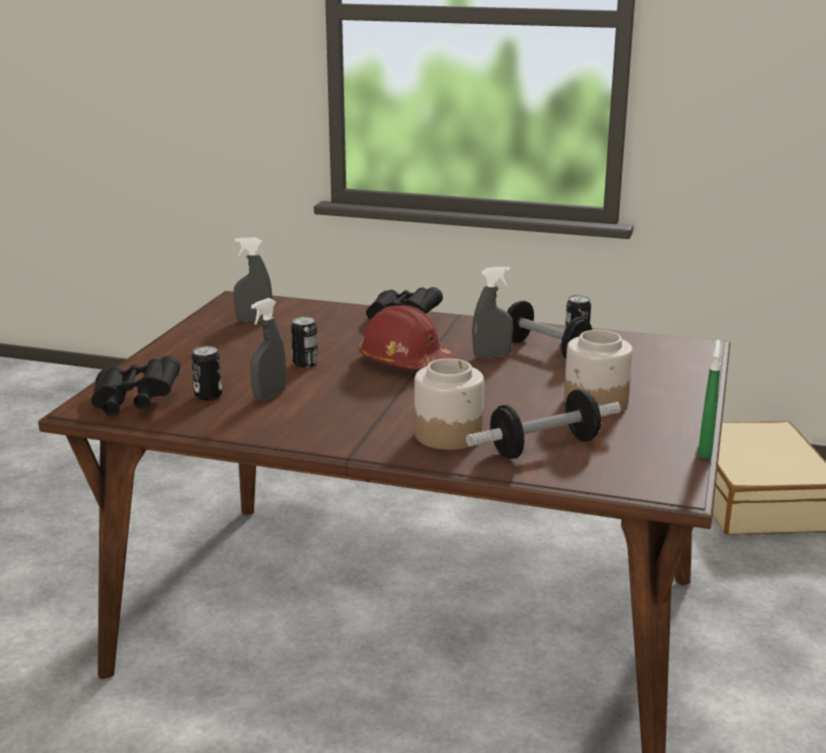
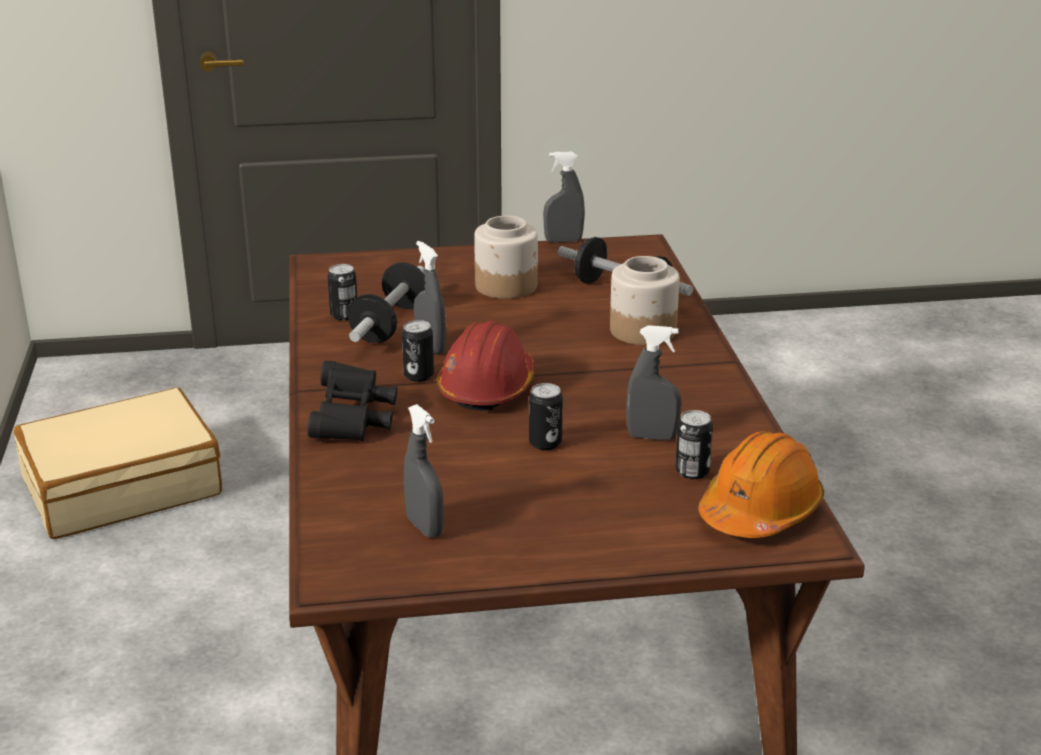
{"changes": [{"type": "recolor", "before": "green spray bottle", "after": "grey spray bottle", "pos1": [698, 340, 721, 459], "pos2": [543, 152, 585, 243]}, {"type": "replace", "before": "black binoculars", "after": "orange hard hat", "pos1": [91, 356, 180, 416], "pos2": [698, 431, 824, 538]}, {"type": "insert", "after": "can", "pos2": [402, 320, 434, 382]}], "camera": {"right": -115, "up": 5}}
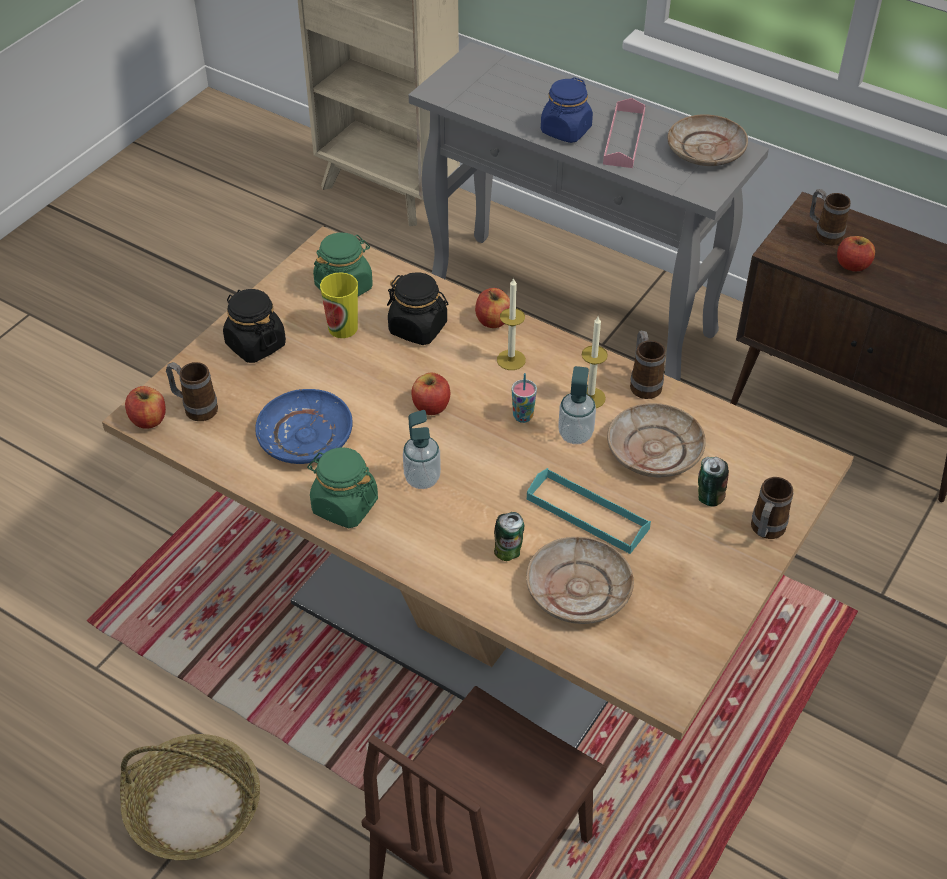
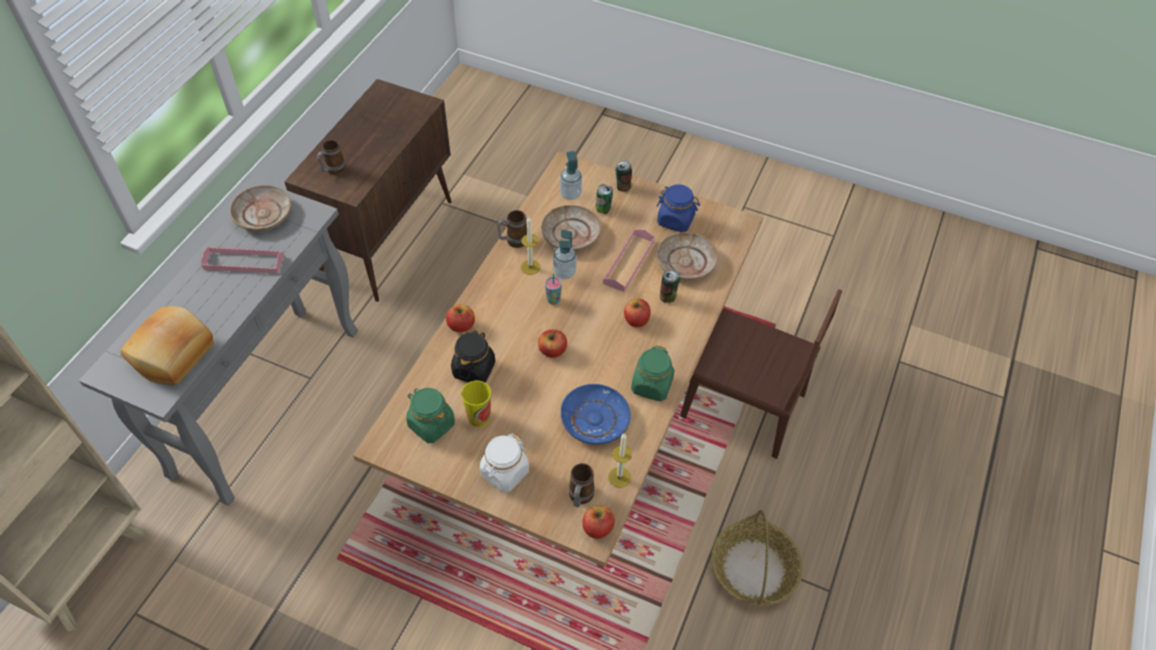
{"changes": [{"type": "move", "before": "blue jar", "pos1": [541, 77, 593, 143], "pos2": [657, 184, 700, 232]}, {"type": "move", "before": "apple", "pos1": [837, 236, 875, 271], "pos2": [624, 298, 651, 327]}, {"type": "move", "before": "candle", "pos1": [497, 277, 526, 370], "pos2": [608, 433, 632, 488]}, {"type": "recolor", "before": "black jar", "after": "white jar", "pos1": [223, 289, 286, 363], "pos2": [480, 434, 529, 492]}, {"type": "move", "before": "soap dispenser", "pos1": [403, 410, 441, 489], "pos2": [560, 151, 582, 200]}, {"type": "recolor", "before": "turquoise tray", "after": "pink tray", "pos1": [527, 468, 651, 554], "pos2": [603, 229, 655, 292]}, {"type": "replace", "before": "mug", "after": "can", "pos1": [751, 477, 793, 539], "pos2": [616, 160, 632, 192]}, {"type": "insert", "after": "bread", "pos2": [121, 306, 214, 385]}], "camera": {"right": -100, "up": 5}}
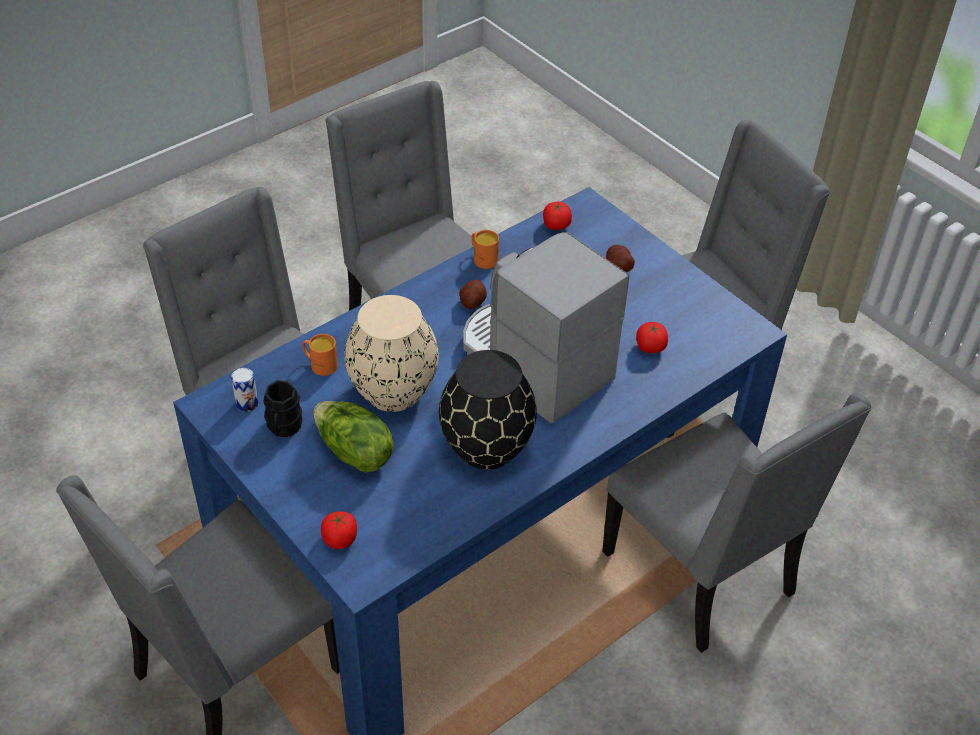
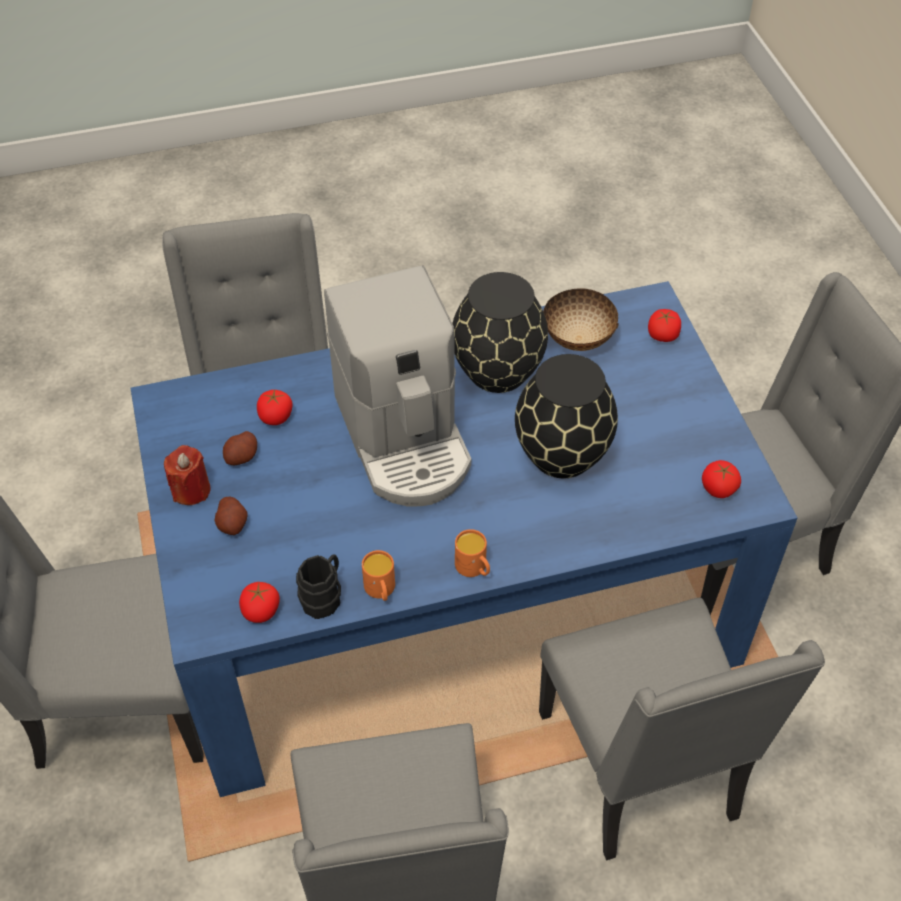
{"changes": [{"type": "move", "before": "potato", "pos1": [459, 280, 487, 309], "pos2": [223, 431, 257, 465]}, {"type": "recolor", "before": "beige vase", "after": "black vase", "pos1": [344, 295, 439, 412], "pos2": [515, 354, 618, 478]}, {"type": "move", "before": "orange mug", "pos1": [302, 334, 338, 376], "pos2": [455, 529, 490, 577]}, {"type": "replace", "before": "can", "after": "tomato", "pos1": [231, 368, 259, 412], "pos2": [702, 460, 741, 498]}, {"type": "move", "before": "black mug", "pos1": [263, 380, 302, 437], "pos2": [296, 554, 341, 619]}, {"type": "delete", "before": "lettuce", "pos1": [314, 401, 394, 473]}, {"type": "insert", "after": "bowl", "pos2": [544, 289, 619, 351]}, {"type": "insert", "after": "red candle", "pos2": [164, 445, 211, 505]}], "camera": {"right": -155, "up": 5}}
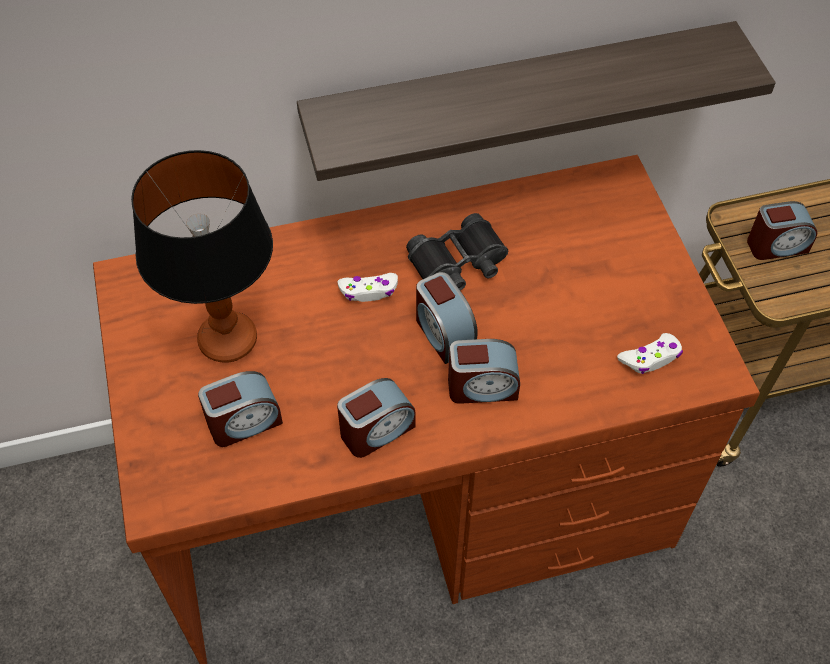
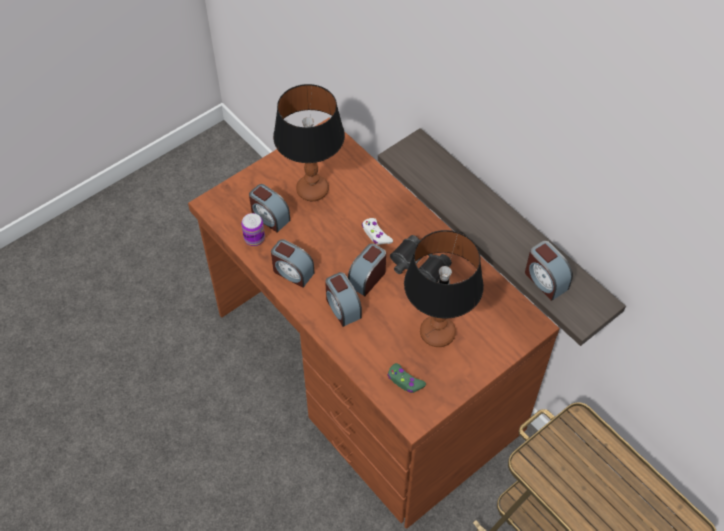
{"changes": [{"type": "move", "before": "alarm clock", "pos1": [747, 201, 817, 260], "pos2": [525, 241, 573, 301]}, {"type": "recolor", "before": "white game controller", "after": "green game controller", "pos1": [617, 333, 683, 374], "pos2": [387, 363, 426, 393]}, {"type": "insert", "after": "can", "pos2": [241, 213, 265, 246]}, {"type": "insert", "after": "table lamp", "pos2": [404, 230, 484, 347]}], "camera": {"right": 65, "up": 0}}
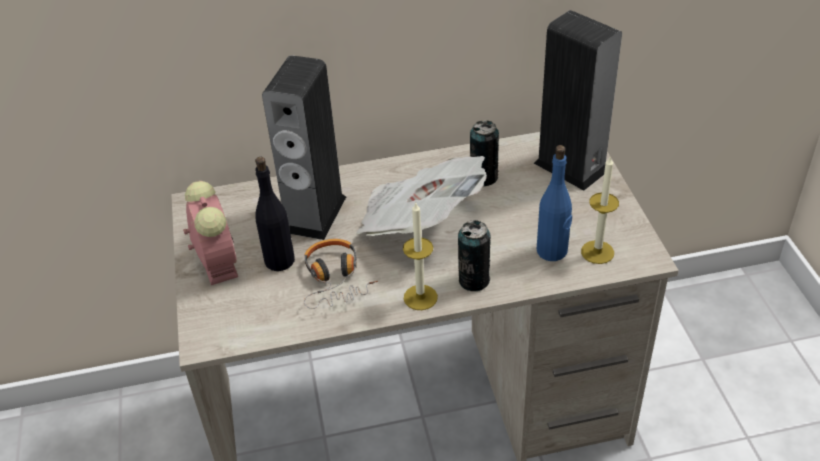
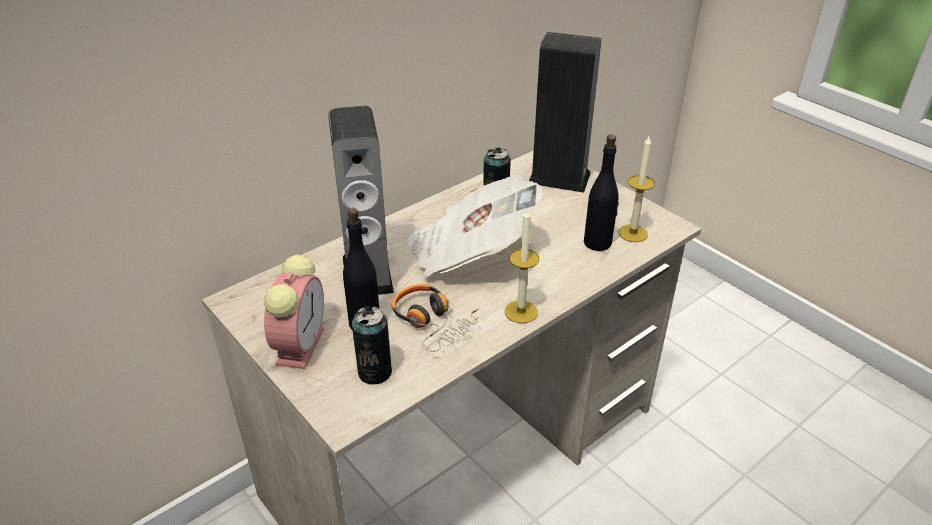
{"changes": [{"type": "recolor", "before": "blue bottle", "after": "black bottle", "pos1": [537, 145, 572, 261], "pos2": [584, 134, 619, 251]}, {"type": "rotate", "before": "alarm clock", "pos1": [183, 181, 238, 285], "pos2": [264, 255, 324, 369], "turn": 60}, {"type": "move", "before": "can", "pos1": [458, 220, 491, 291], "pos2": [352, 306, 392, 385]}], "camera": {"right": -30, "up": -5}}
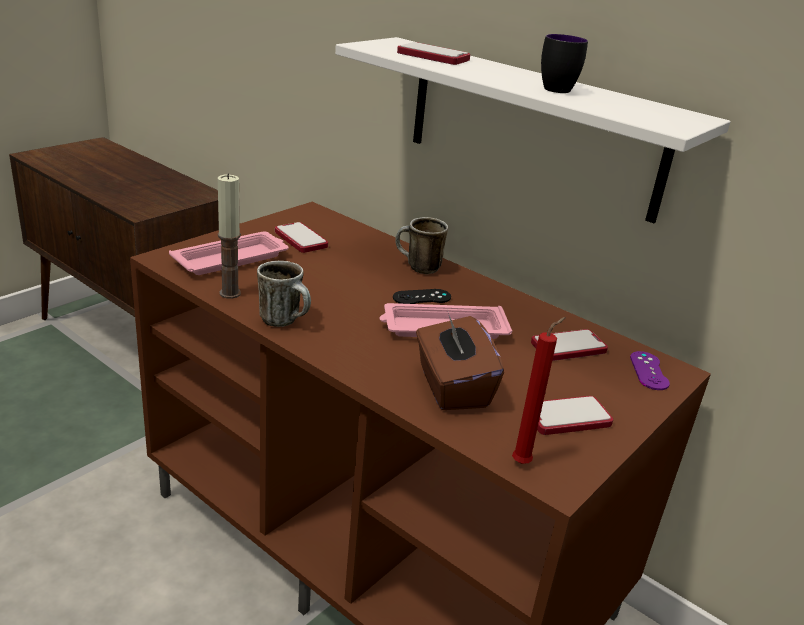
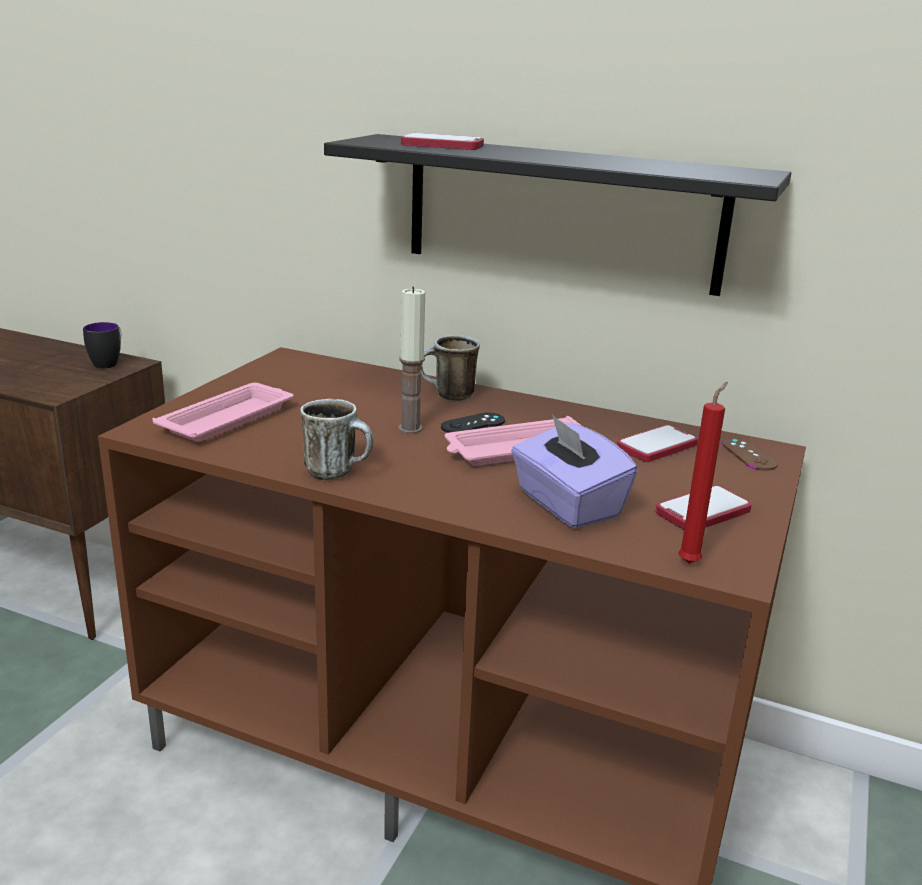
{"changes": [{"type": "move", "before": "mug", "pos1": [541, 34, 588, 93], "pos2": [83, 322, 121, 369]}, {"type": "recolor", "before": "white shelf", "after": "black shelf", "pos1": [335, 37, 730, 223], "pos2": [324, 134, 791, 296]}, {"type": "move", "before": "candle", "pos1": [218, 174, 241, 299], "pos2": [399, 287, 425, 434]}, {"type": "delete", "before": "phone", "pos1": [275, 222, 328, 253]}, {"type": "recolor", "before": "brown tissue box", "after": "purple tissue box", "pos1": [416, 309, 504, 410], "pos2": [511, 414, 638, 529]}, {"type": "recolor", "before": "purple game controller", "after": "brown game controller", "pos1": [630, 351, 670, 390], "pos2": [722, 437, 778, 471]}], "camera": {"right": -15, "up": -5}}
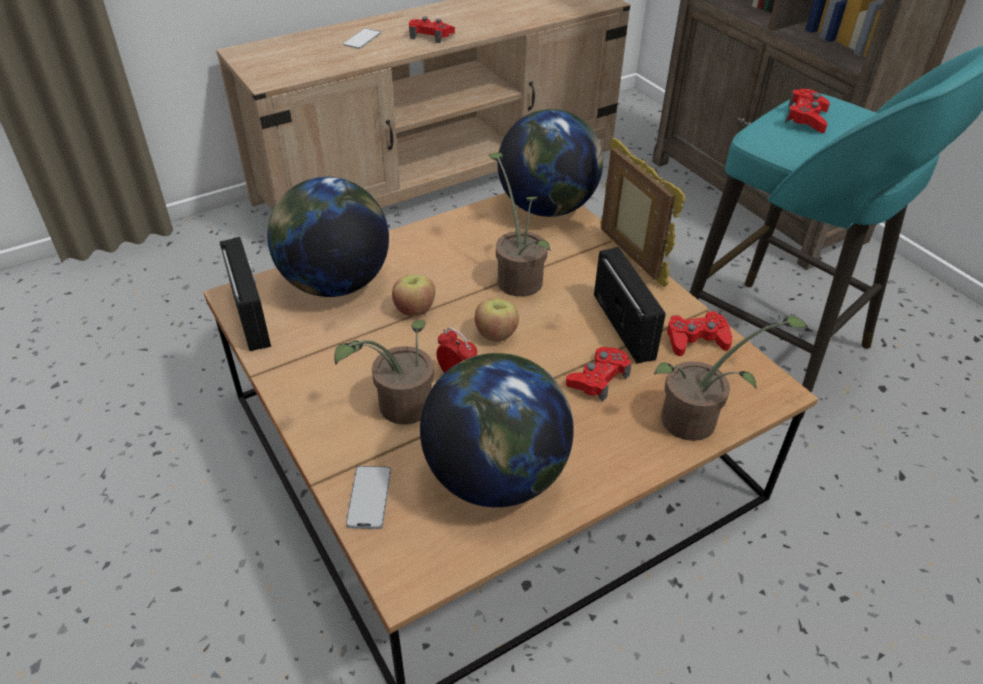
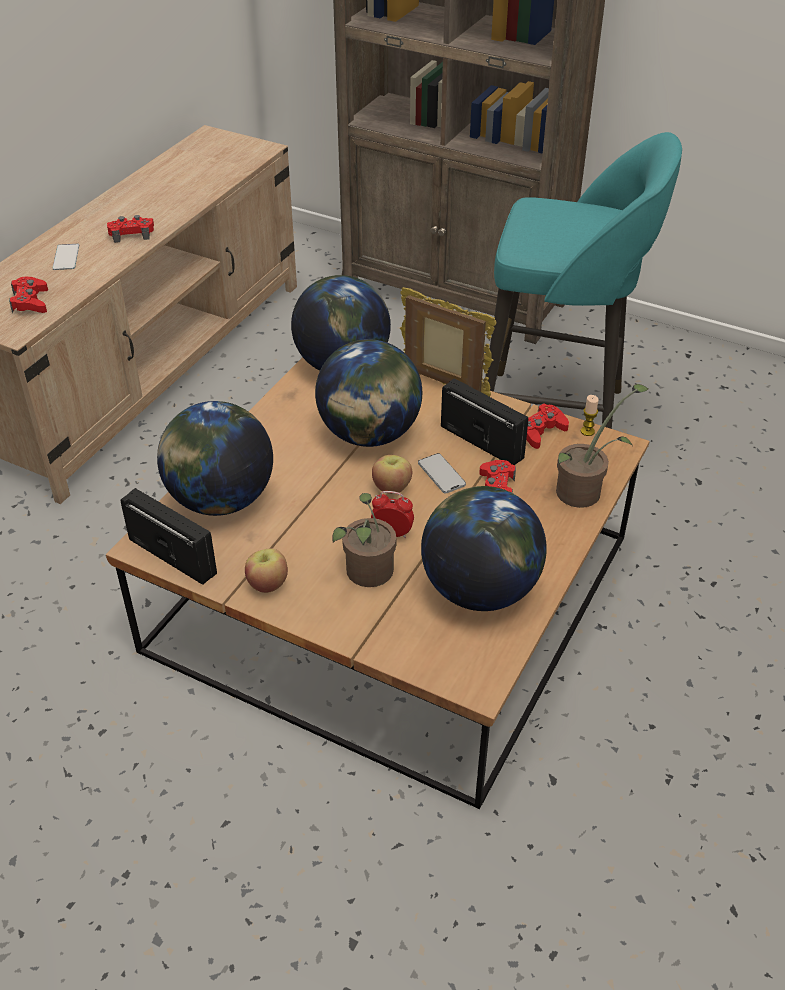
{"changes": [{"type": "move", "before": "red game controller", "pos1": [785, 89, 830, 133], "pos2": [9, 276, 48, 313]}, {"type": "replace", "before": "potted plant", "after": "globe", "pos1": [489, 152, 551, 297], "pos2": [315, 339, 422, 447]}, {"type": "move", "before": "apple", "pos1": [392, 275, 435, 317], "pos2": [245, 548, 288, 593]}, {"type": "move", "before": "phone", "pos1": [346, 466, 391, 529], "pos2": [418, 453, 466, 494]}, {"type": "insert", "after": "candle", "pos2": [581, 395, 599, 436]}], "camera": {"right": -30, "up": 0}}
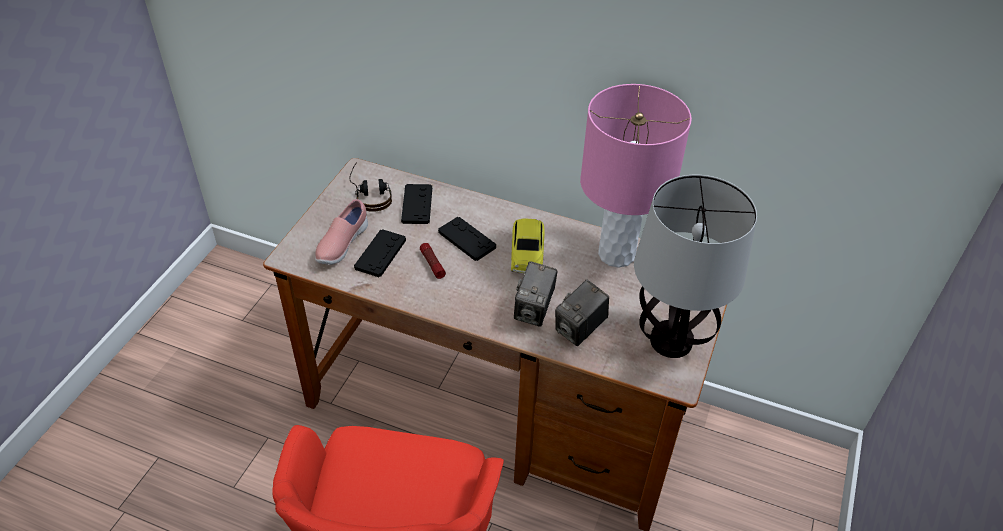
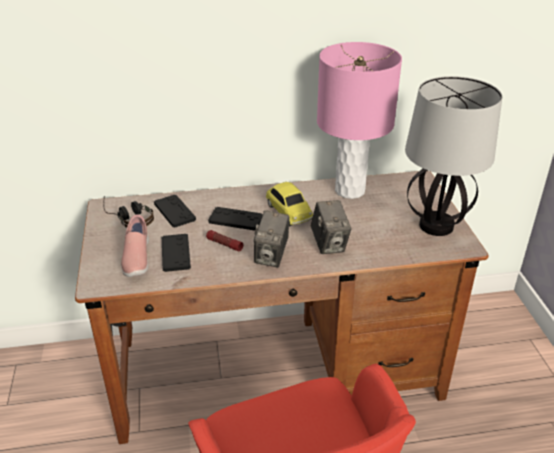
{"changes": [{"type": "move", "before": "photo camera", "pos1": [555, 280, 609, 346], "pos2": [254, 210, 289, 267]}], "camera": {"right": -30, "up": -10}}
